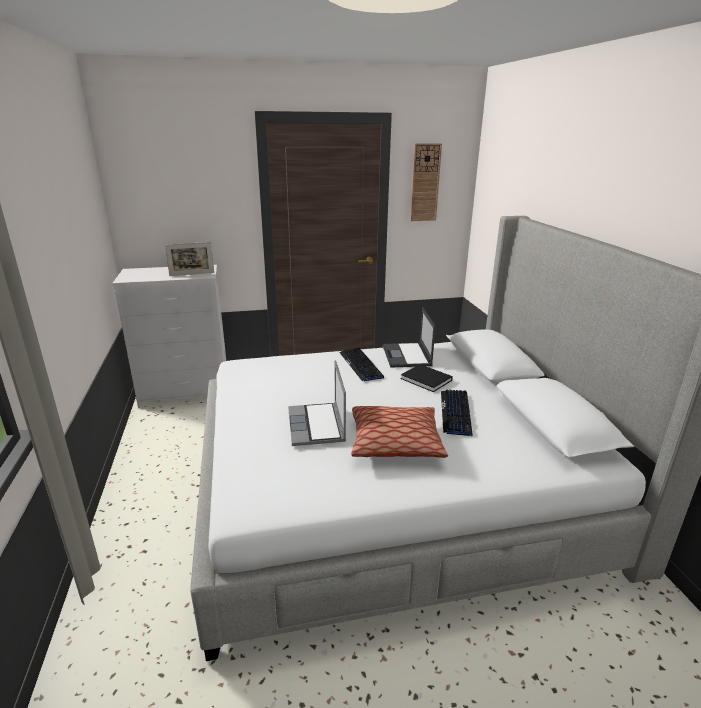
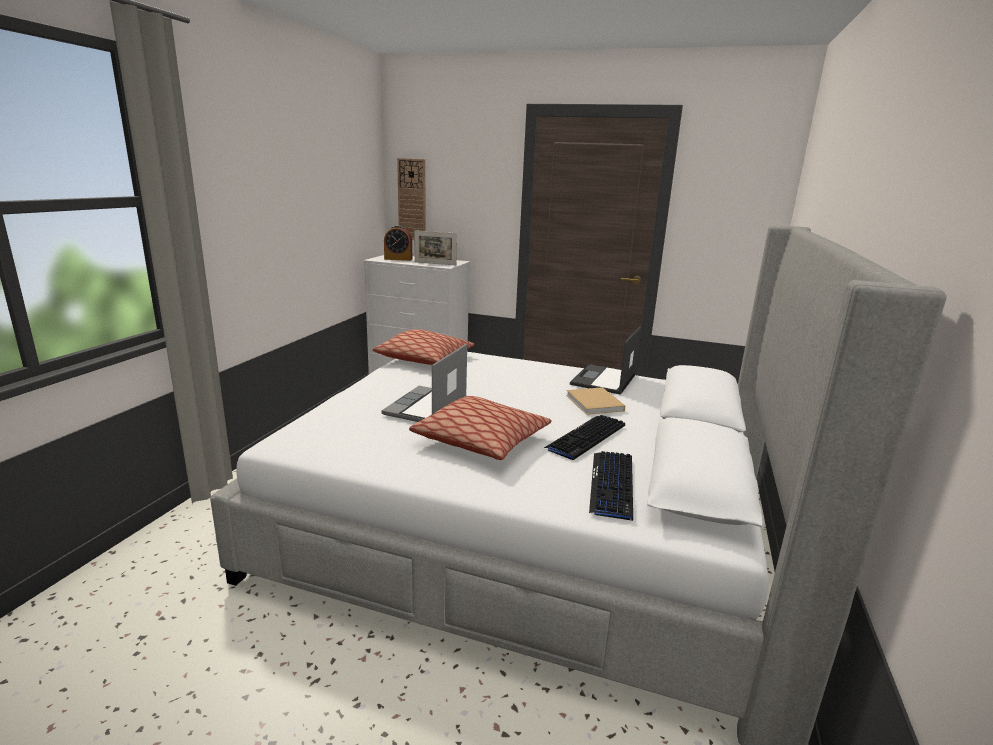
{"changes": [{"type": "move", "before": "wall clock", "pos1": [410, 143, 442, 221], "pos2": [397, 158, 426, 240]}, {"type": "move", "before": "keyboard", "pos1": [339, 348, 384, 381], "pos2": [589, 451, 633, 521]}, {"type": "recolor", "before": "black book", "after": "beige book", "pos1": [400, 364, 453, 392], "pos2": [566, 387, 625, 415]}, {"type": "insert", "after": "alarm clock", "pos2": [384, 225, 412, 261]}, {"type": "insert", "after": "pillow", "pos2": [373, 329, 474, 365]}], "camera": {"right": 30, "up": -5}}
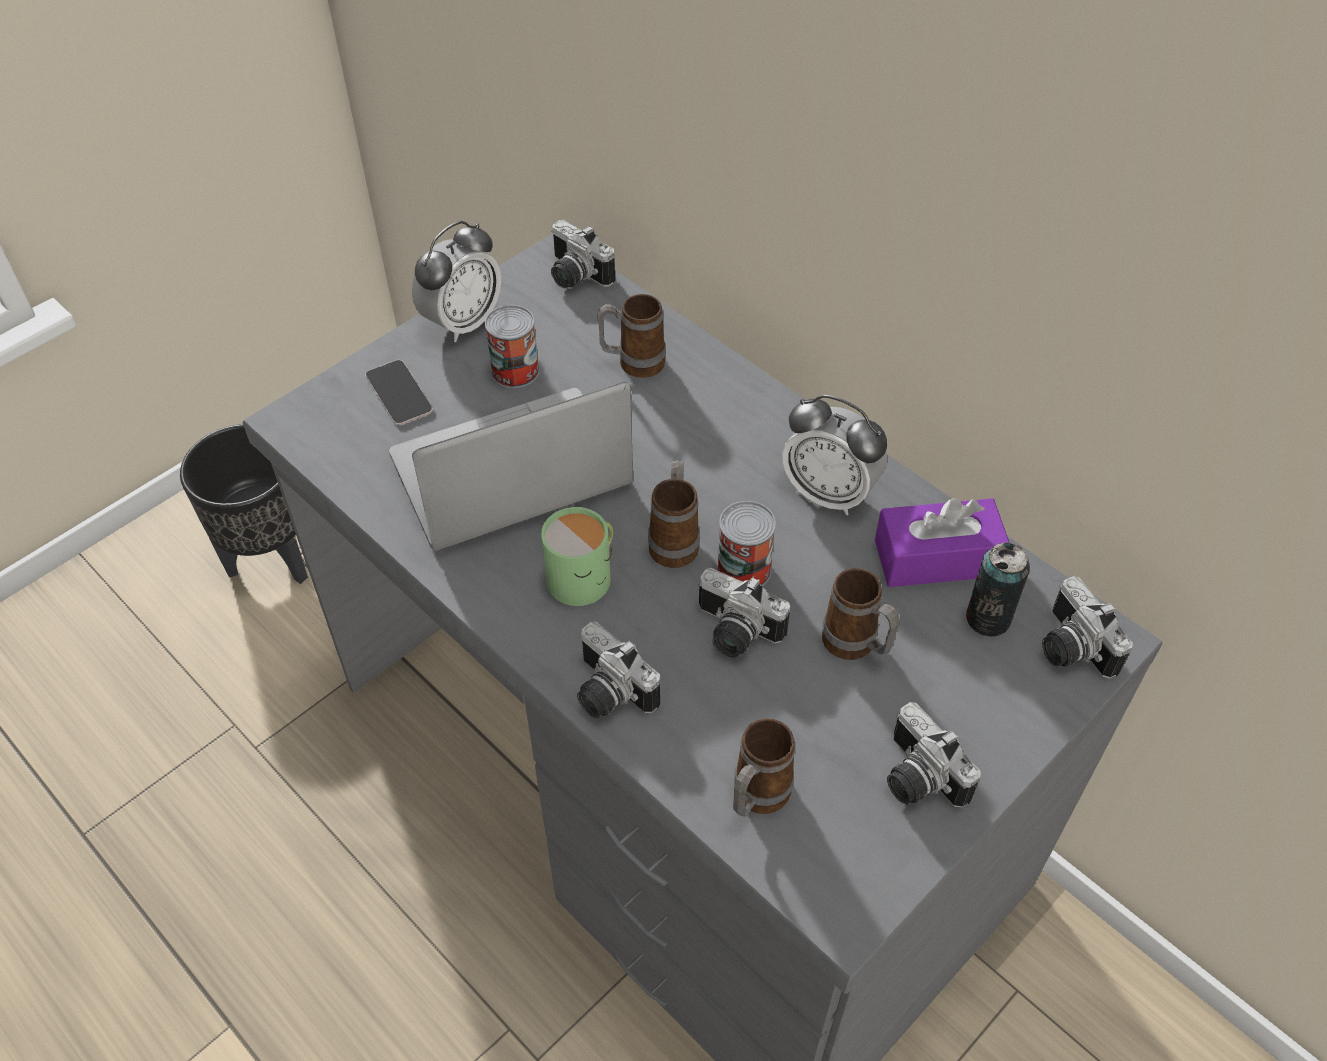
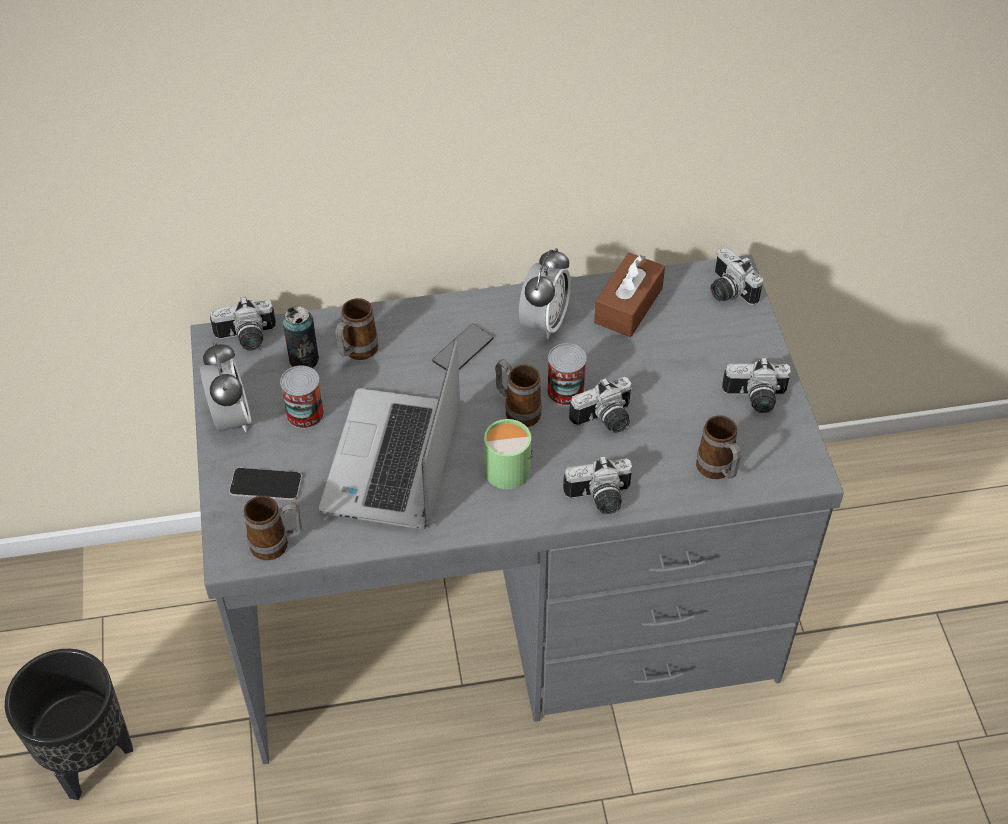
{"changes": [{"type": "rotate", "before": "alarm clock", "pos1": [782, 395, 887, 515], "pos2": [519, 248, 571, 339], "turn": -45}, {"type": "recolor", "before": "purple tissue box", "after": "brown tissue box", "pos1": [875, 498, 1010, 587], "pos2": [594, 253, 665, 337]}, {"type": "move", "before": "can", "pos1": [966, 542, 1030, 637], "pos2": [283, 306, 319, 368]}, {"type": "move", "before": "mug", "pos1": [822, 568, 900, 660], "pos2": [243, 496, 302, 560]}, {"type": "rotate", "before": "photo camera", "pos1": [1042, 576, 1133, 679], "pos2": [710, 246, 763, 305], "turn": 45}, {"type": "insert", "after": "phone", "pos2": [432, 324, 494, 370]}], "camera": {"right": -55, "up": 0}}
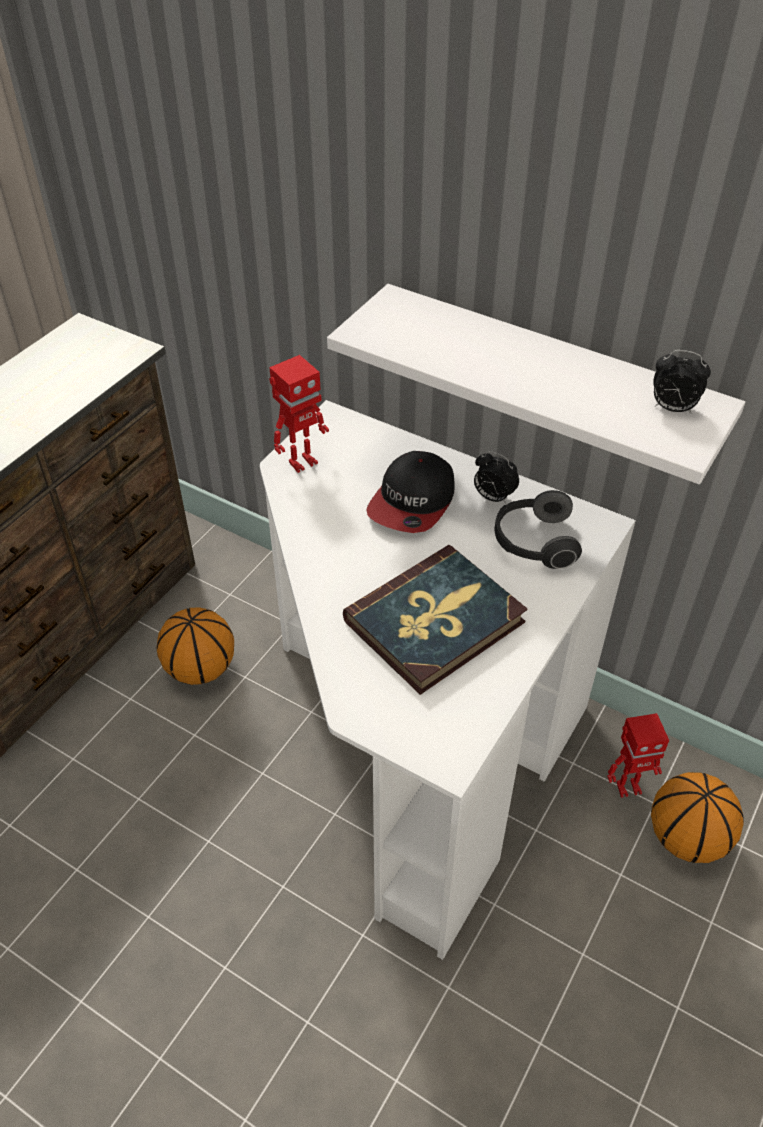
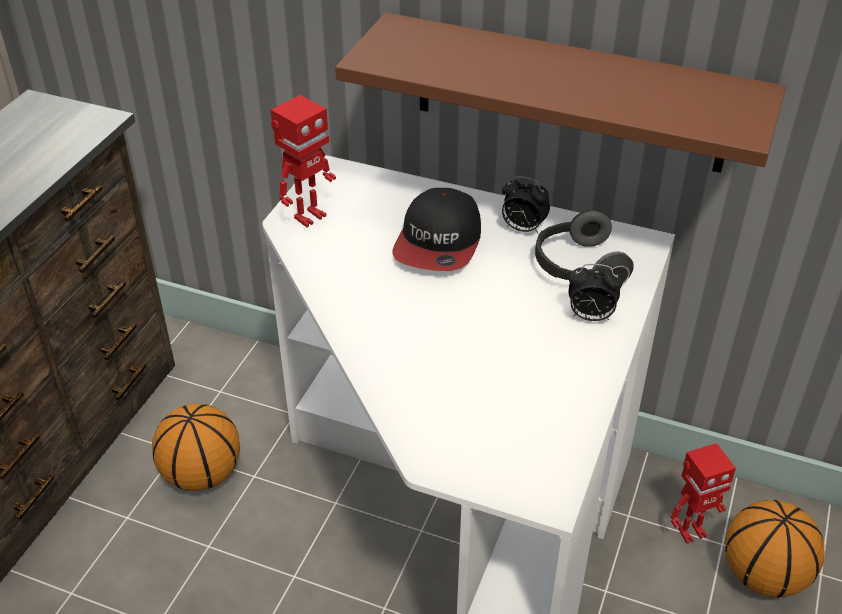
{"changes": [{"type": "recolor", "before": "white shelf", "after": "brown shelf", "pos1": [327, 284, 745, 484], "pos2": [335, 12, 786, 173]}, {"type": "move", "before": "alarm clock", "pos1": [653, 350, 711, 414], "pos2": [569, 264, 623, 321]}, {"type": "delete", "before": "book", "pos1": [343, 545, 527, 695]}], "camera": {"right": -10, "up": -5}}
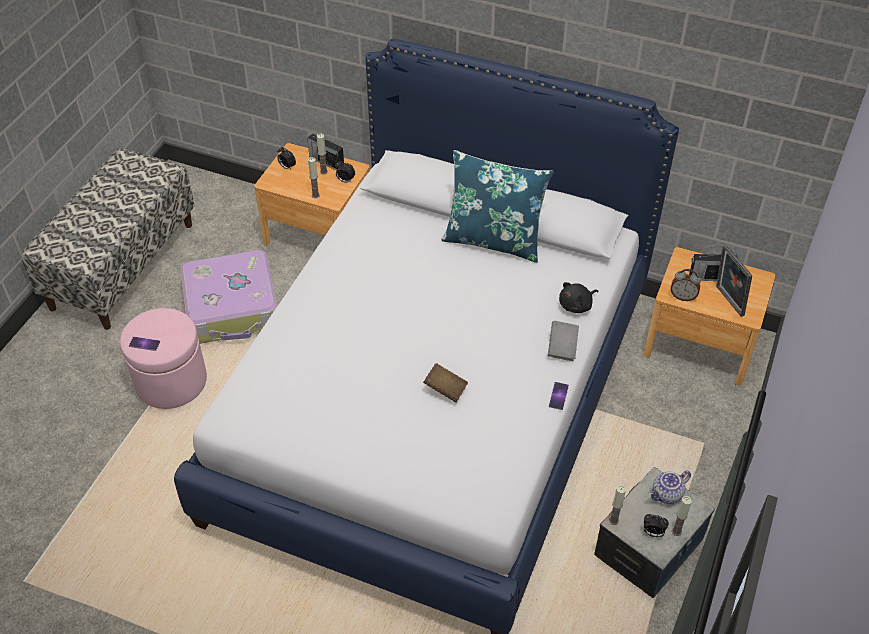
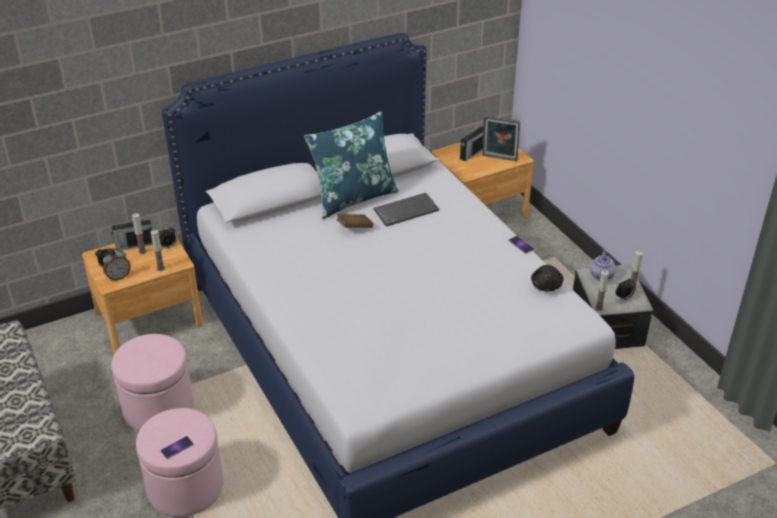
{"changes": [{"type": "replace", "before": "suitcase", "after": "pink ottoman", "pos1": [180, 250, 277, 344], "pos2": [111, 334, 194, 431]}, {"type": "move", "before": "alarm clock", "pos1": [671, 269, 701, 301], "pos2": [103, 248, 131, 281]}, {"type": "move", "before": "black plush toy", "pos1": [559, 282, 599, 313], "pos2": [531, 265, 564, 292]}, {"type": "delete", "before": "grey book", "pos1": [548, 321, 579, 361]}, {"type": "move", "before": "brown book", "pos1": [423, 363, 468, 403], "pos2": [336, 214, 373, 228]}, {"type": "insert", "after": "keyboard", "pos2": [374, 193, 439, 226]}], "camera": {"right": -50, "up": -10}}
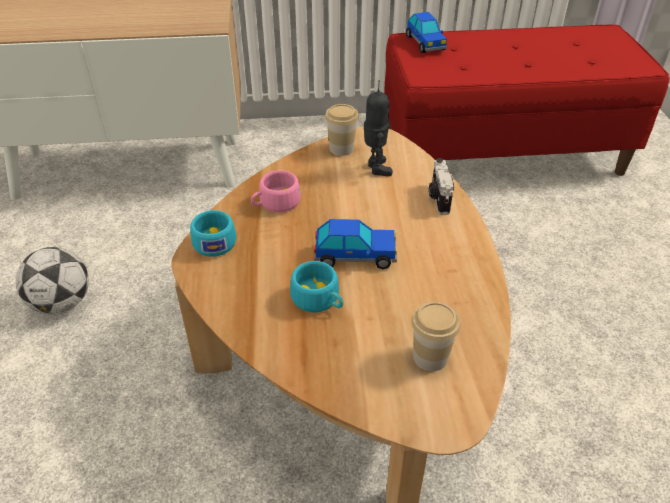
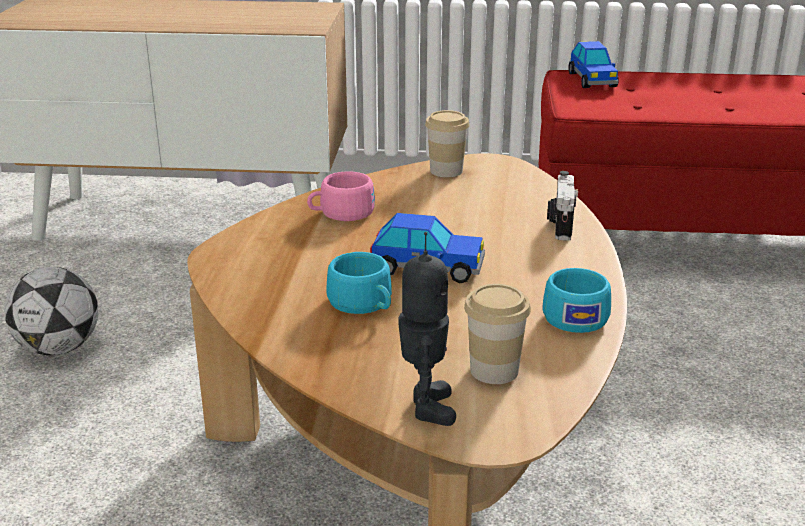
{"changes": [{"type": "move", "before": "toy robot", "pos1": [364, 80, 393, 176], "pos2": [398, 232, 456, 426]}, {"type": "move", "before": "turquoise cup", "pos1": [190, 210, 236, 257], "pos2": [543, 268, 611, 333]}], "camera": {"right": 10, "up": -15}}
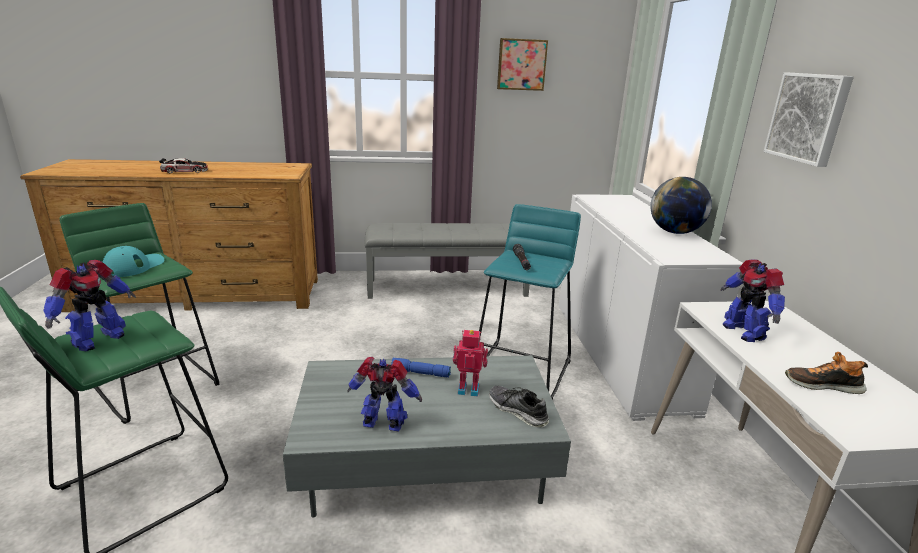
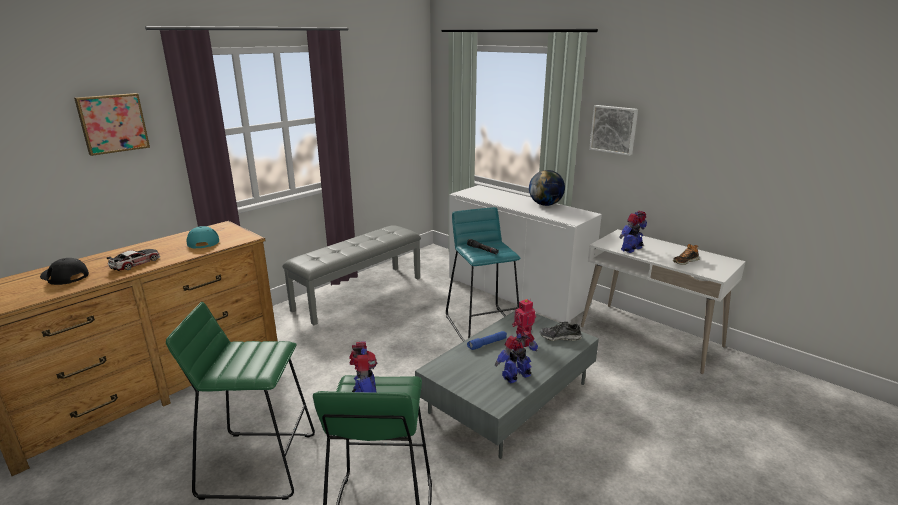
{"changes": [{"type": "move", "before": "picture", "pos1": [497, 38, 548, 91], "pos2": [74, 93, 150, 156]}, {"type": "move", "before": "turquoise cap", "pos1": [103, 246, 164, 277], "pos2": [186, 226, 219, 249]}, {"type": "rotate", "before": "toy robot", "pos1": [720, 259, 785, 342], "pos2": [619, 211, 647, 253], "turn": 105}, {"type": "insert", "after": "black cap", "pos2": [40, 258, 89, 285]}], "camera": {"right": -40, "up": 0}}
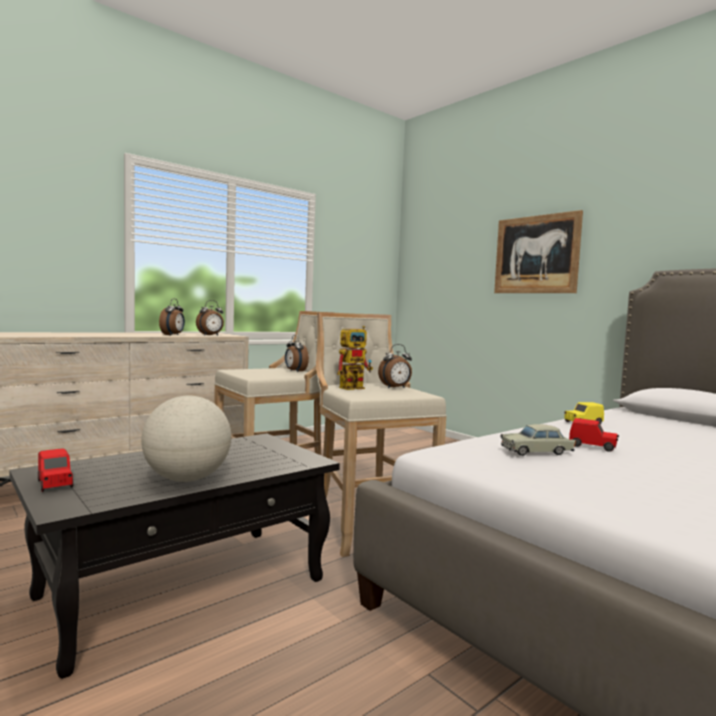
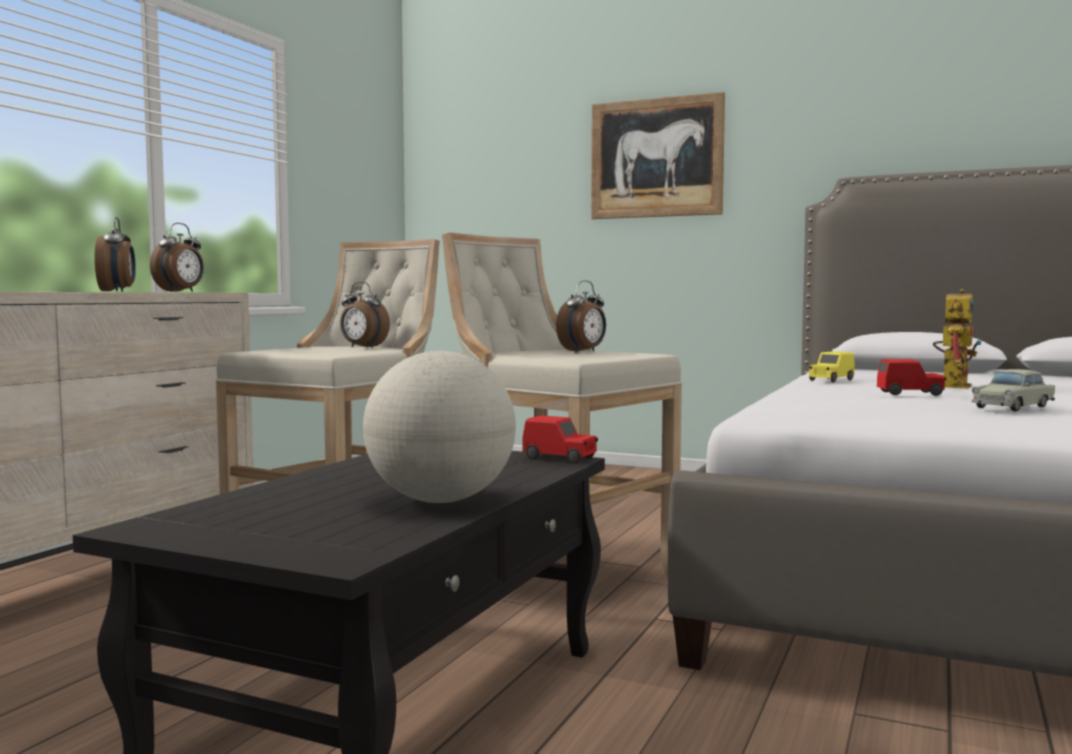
{"changes": [{"type": "move", "before": "toy robot", "pos1": [337, 326, 373, 390], "pos2": [933, 289, 982, 389]}, {"type": "move", "before": "beige toy car", "pos1": [501, 424, 576, 456], "pos2": [972, 369, 1055, 411]}, {"type": "move", "before": "red toy car", "pos1": [38, 448, 73, 492], "pos2": [523, 416, 598, 463]}], "camera": {"right": -25, "up": 0}}
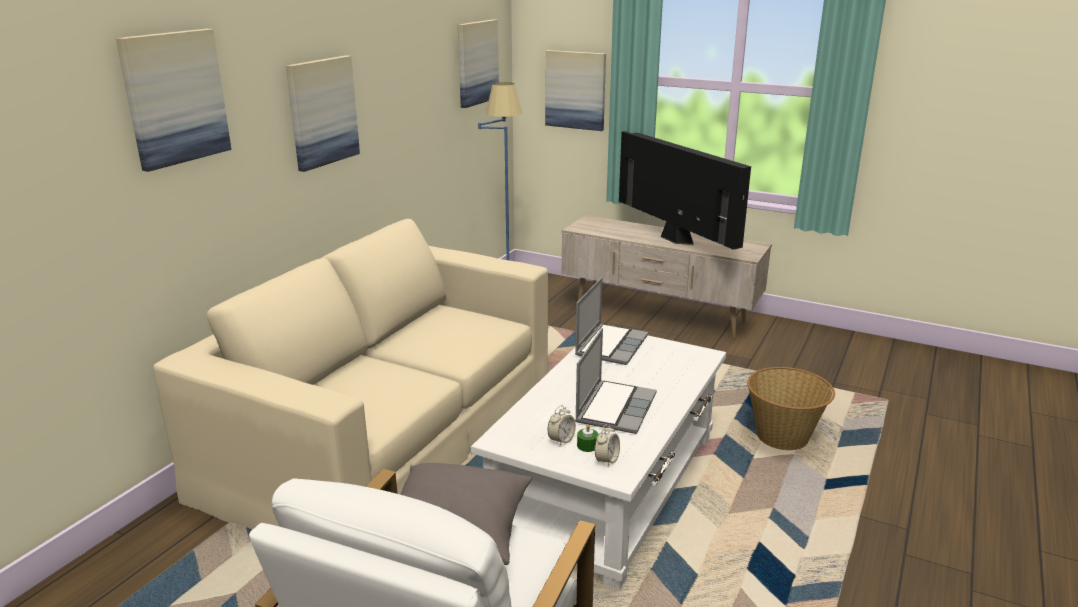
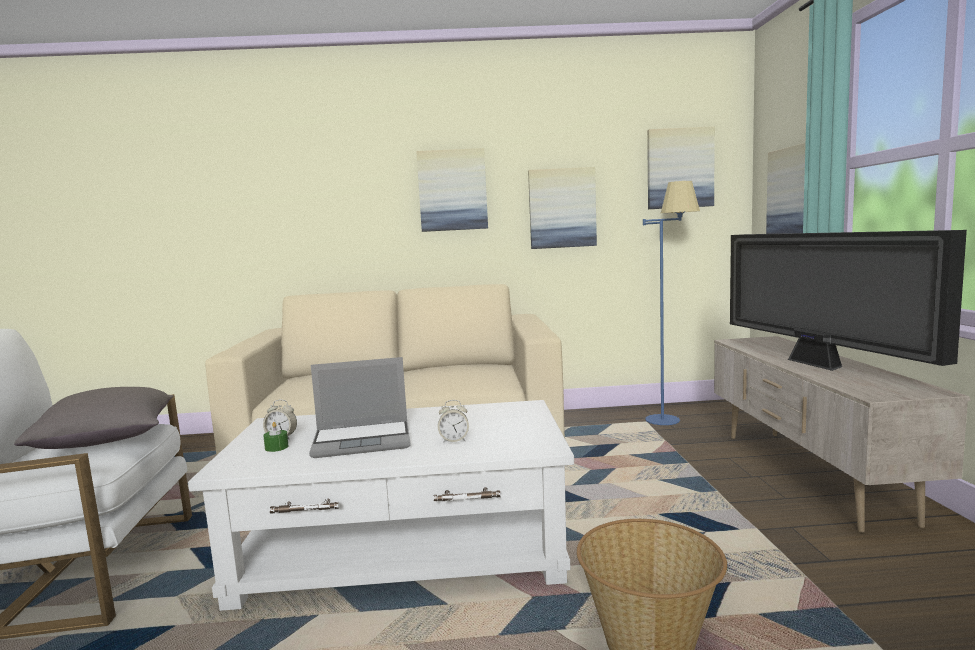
{"changes": [{"type": "move", "before": "picture", "pos1": [116, 29, 232, 172], "pos2": [528, 167, 597, 249]}, {"type": "rotate", "before": "television", "pos1": [619, 131, 751, 250], "pos2": [730, 230, 967, 371], "turn": 135}, {"type": "delete", "before": "laptop", "pos1": [575, 277, 648, 365]}, {"type": "move", "before": "alarm clock", "pos1": [595, 424, 620, 467], "pos2": [438, 400, 469, 443]}], "camera": {"right": 60, "up": -15}}
